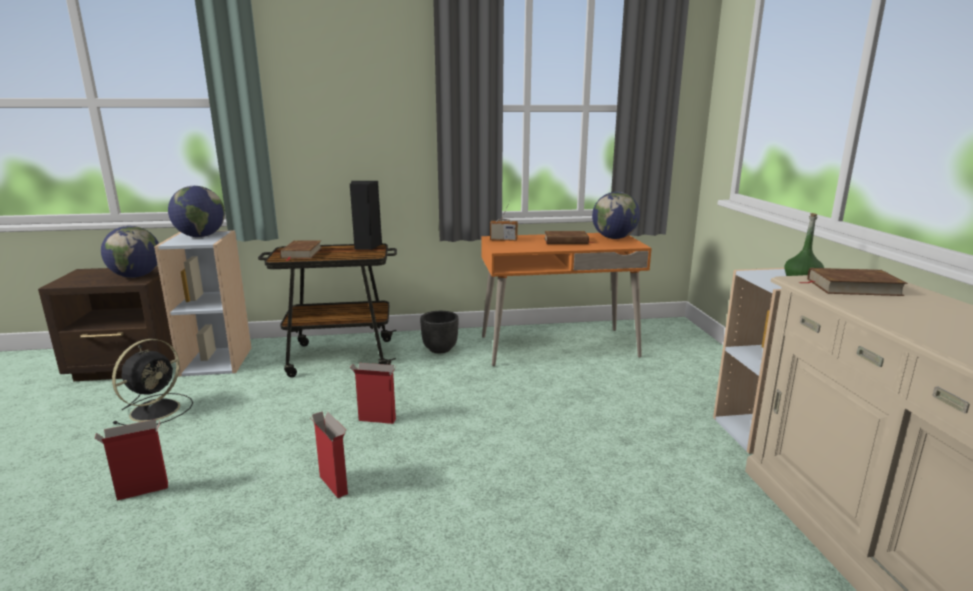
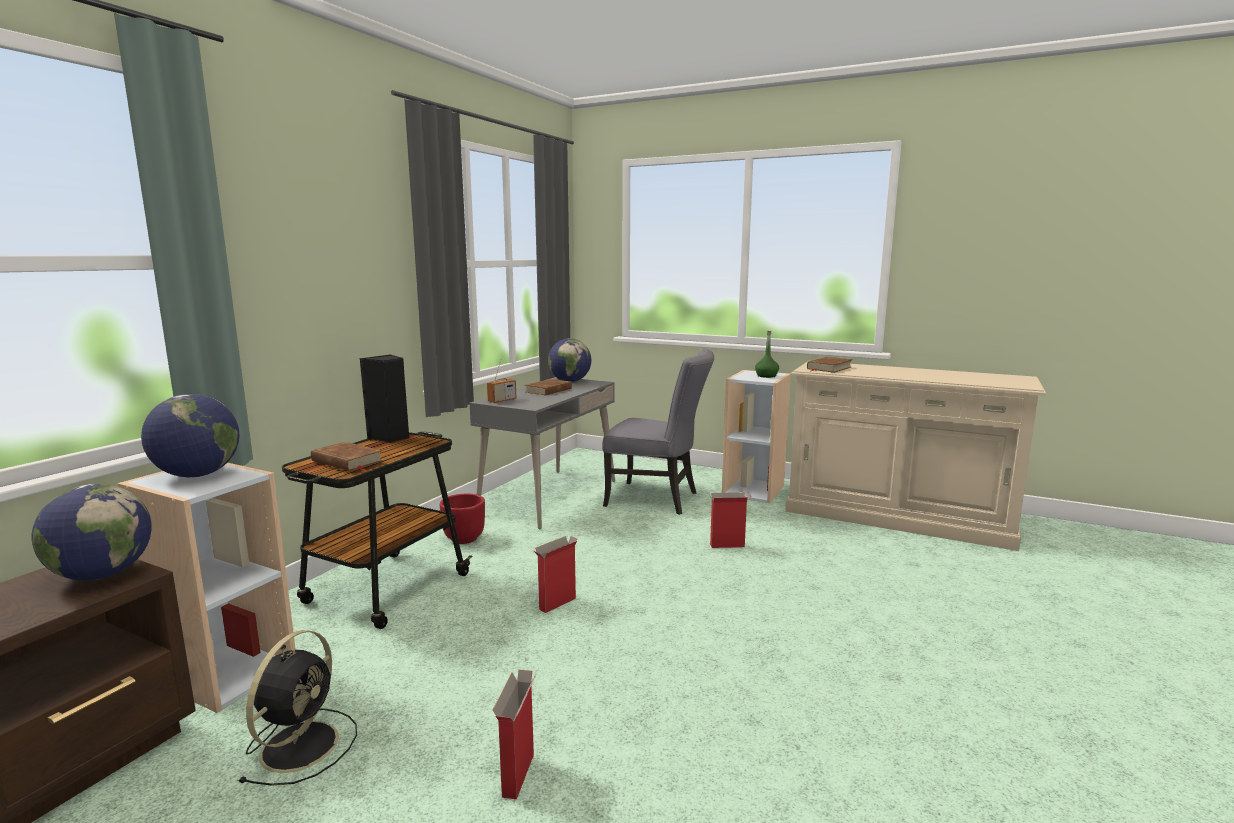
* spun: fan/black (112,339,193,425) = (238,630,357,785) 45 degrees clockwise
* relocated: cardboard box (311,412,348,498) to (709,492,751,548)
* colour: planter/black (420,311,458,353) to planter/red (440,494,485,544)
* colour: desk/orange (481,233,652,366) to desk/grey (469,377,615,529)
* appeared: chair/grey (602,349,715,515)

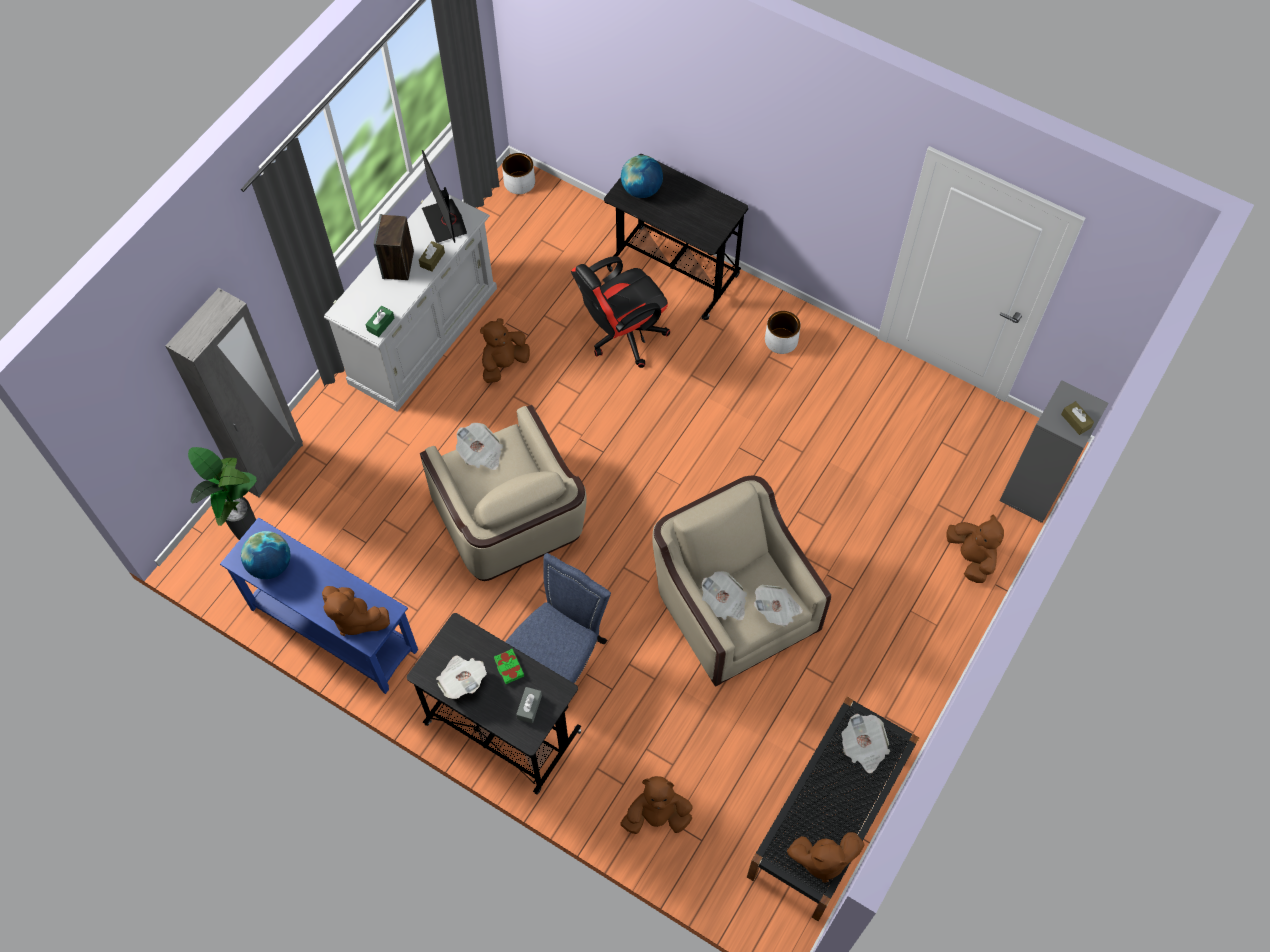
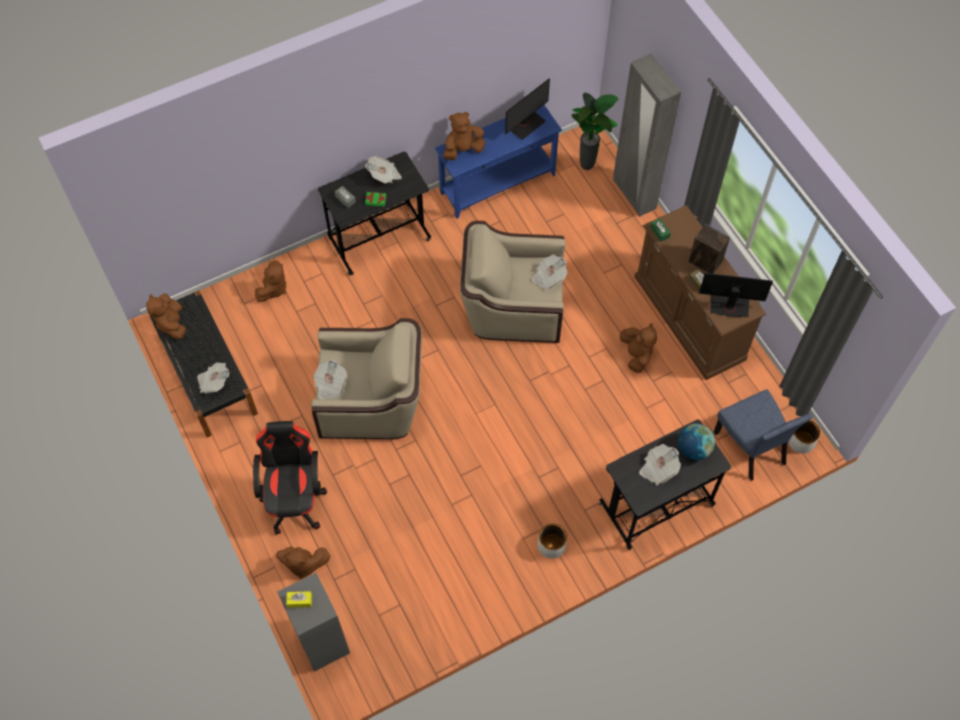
* exchanged: globe (241,531,290,579) to monitor (505,78,550,140)
* colour: dresser/white (324,192,497,412) to dresser/brown (635,205,766,380)
* relocated: chair/blue (505,553,611,710) to (714,389,813,481)
* relocated: office chair/black (571,256,670,368) to (253,421,327,535)
* relocated: newspaper (702,571,747,621) to (639,444,681,486)
* spun: plush toy/brown (787,832,864,883) = (146,294,186,339) 45 degrees counterclockwise
* colour: tissue box/brown (1061,401,1094,435) to tissue box/yellow (286,591,312,608)

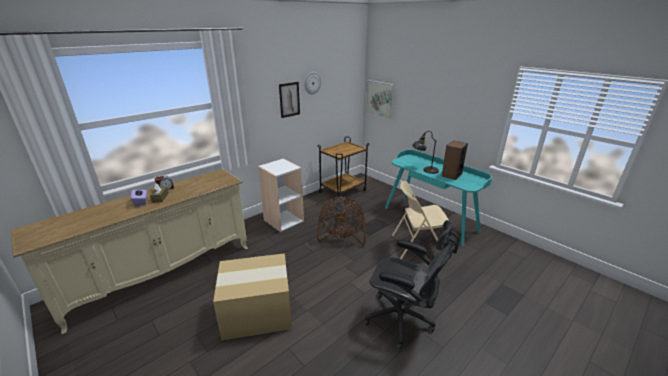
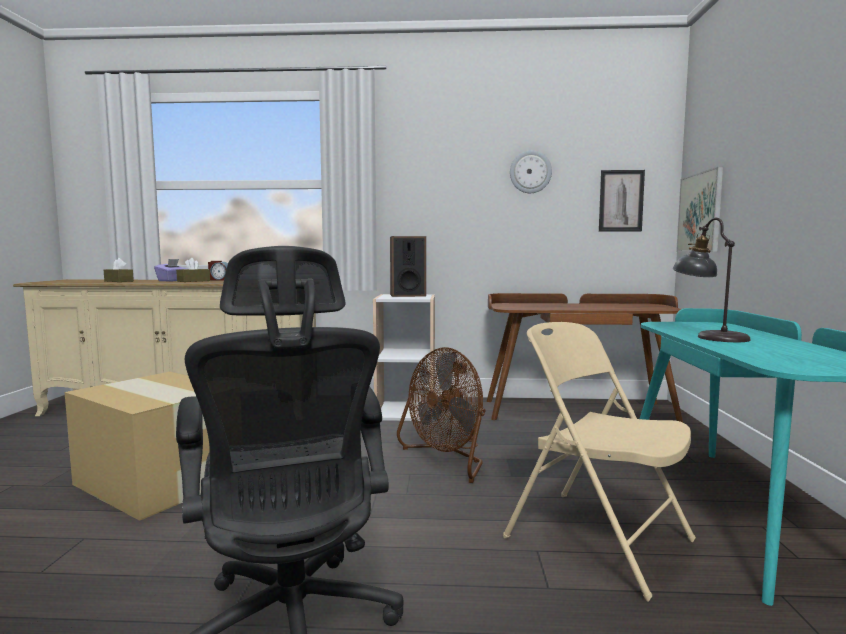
* relocated: picture (279,82,300,118) to (599,170,645,232)
* exchanged: cart/brown (318,137,370,196) to desk/brown (487,293,683,423)
* relocated: speaker (442,140,468,180) to (390,236,426,297)
* appeared: tissue box/brown (104,258,134,282)

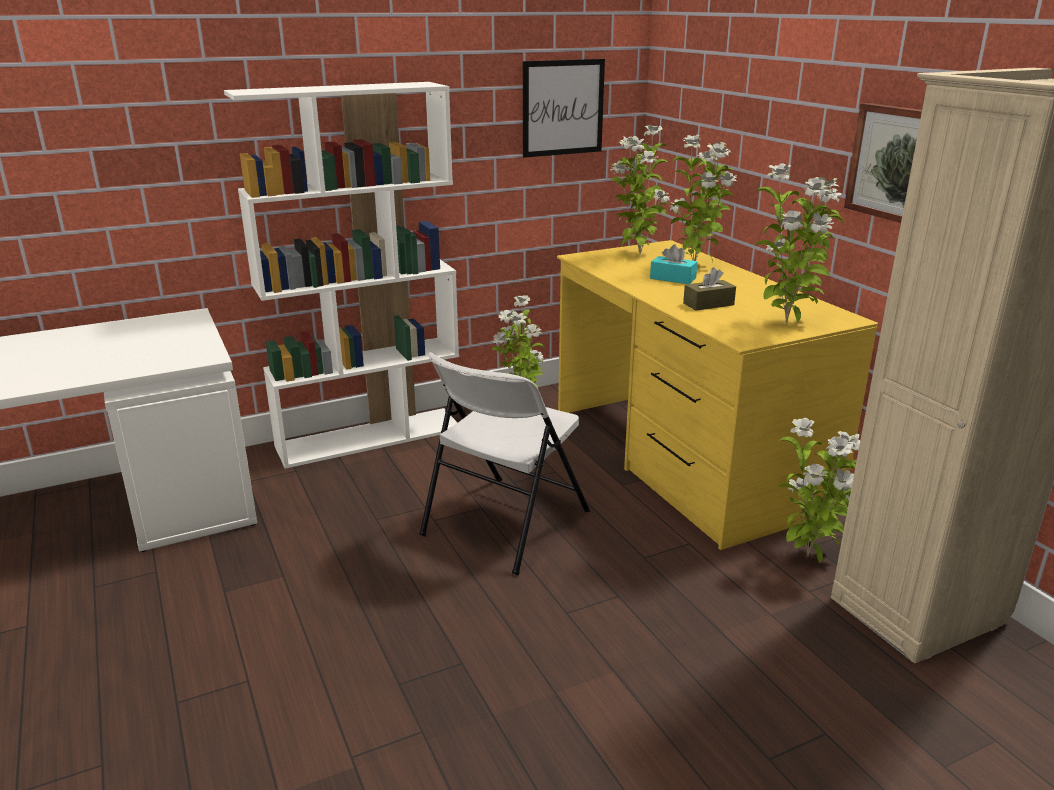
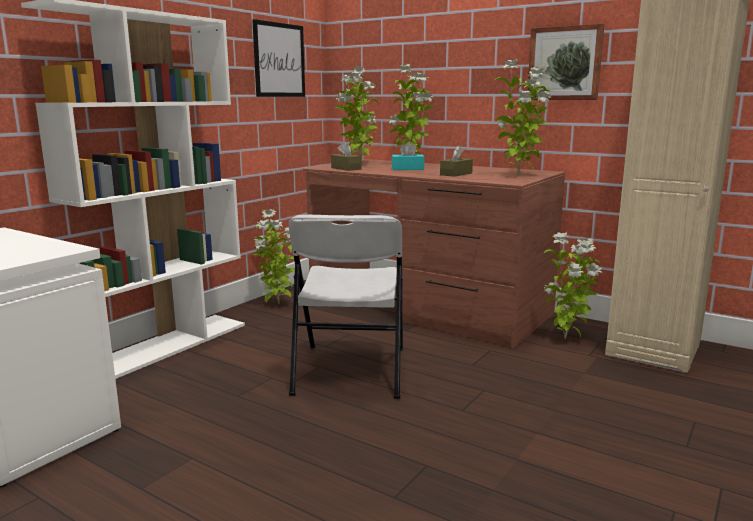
* colour: desk/yellow (557,240,878,550) to desk/brown (303,159,565,349)
* appeared: tissue box/brown (331,142,362,171)

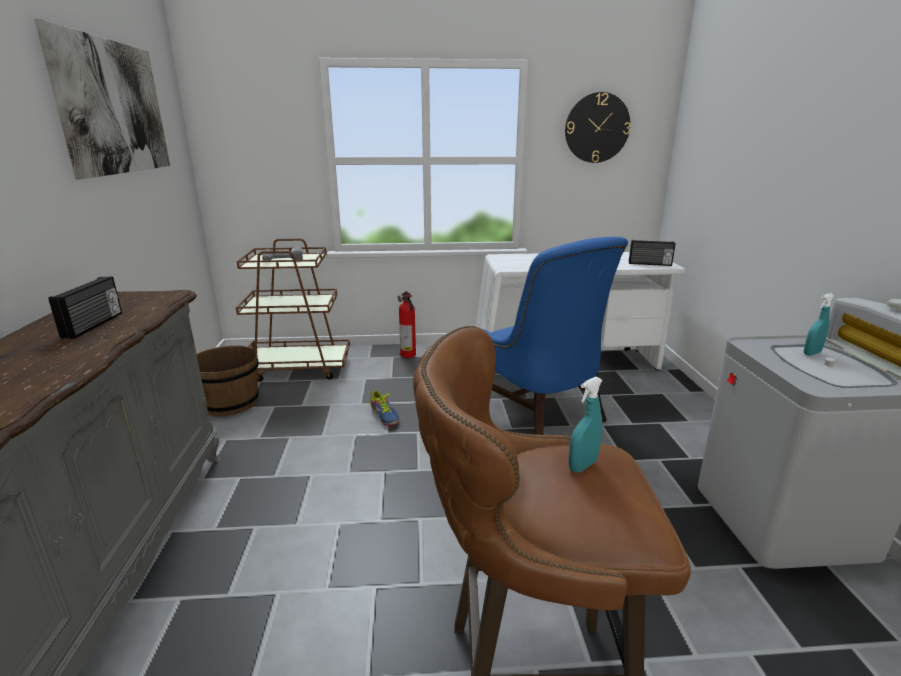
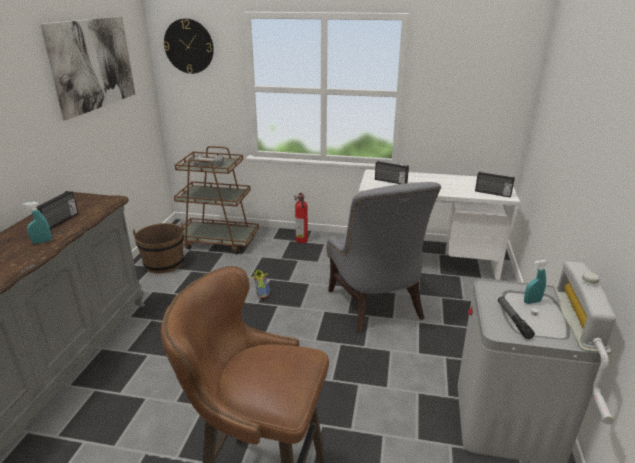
* colour: chair/blue (482,237,628,435) to chair/grey (326,182,441,333)
* relocated: wall clock (565,92,631,163) to (163,19,214,74)
* relocated: spray bottle/turquoise (569,377,603,472) to (22,202,51,244)
* appeared: radio (375,161,409,184)
* appeared: flashlight (498,297,535,339)

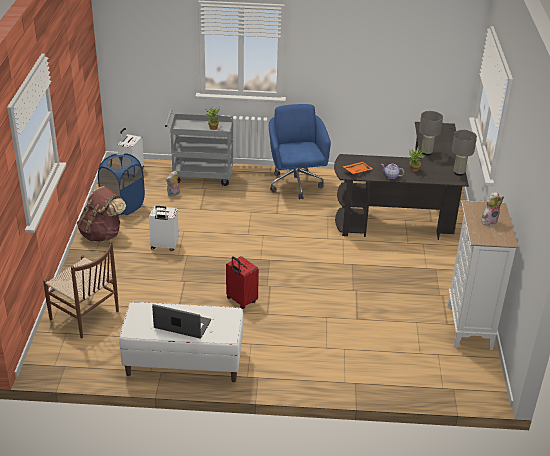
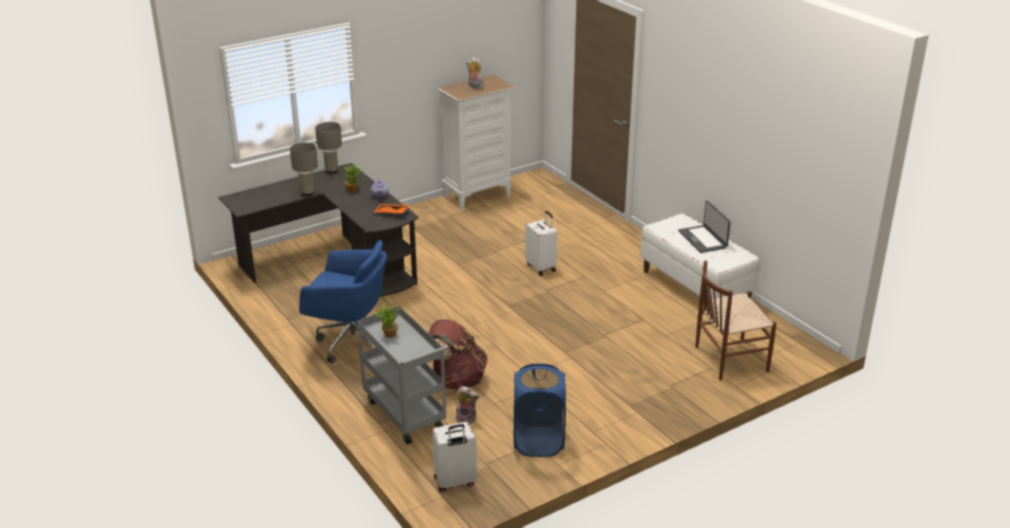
* spun: chair/brown (43,241,119,338) = (695,260,777,380) 105 degrees counterclockwise
* relocated: backpack/brown (77,186,126,242) to (428,318,488,390)
* relocated: suitcase/white (149,206,179,251) to (525,211,557,276)
* missing: suitcase/red (226,256,259,309)
* spun: office chair/blue (269,104,331,199) = (299,240,387,364) 120 degrees counterclockwise

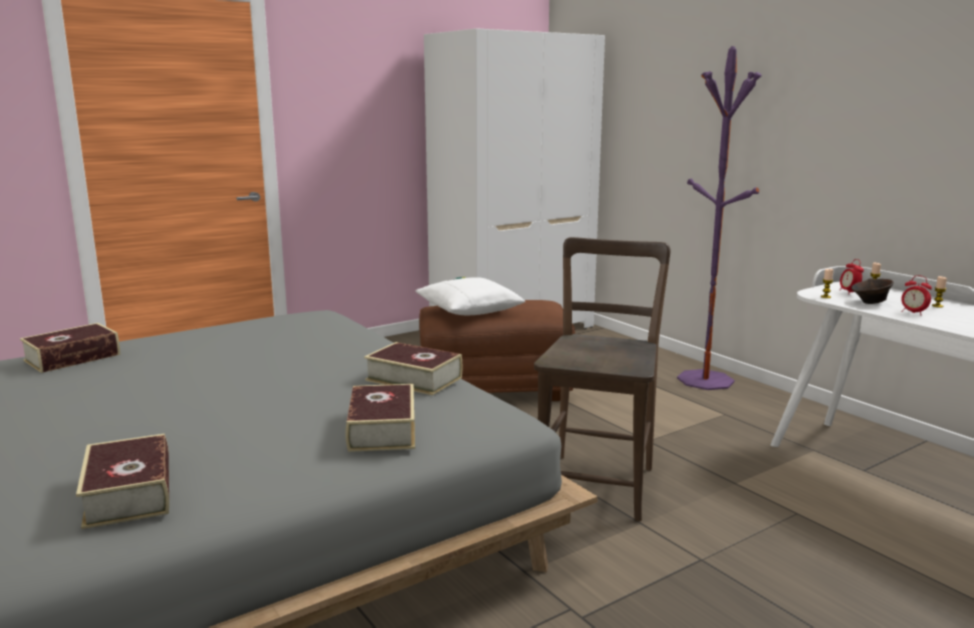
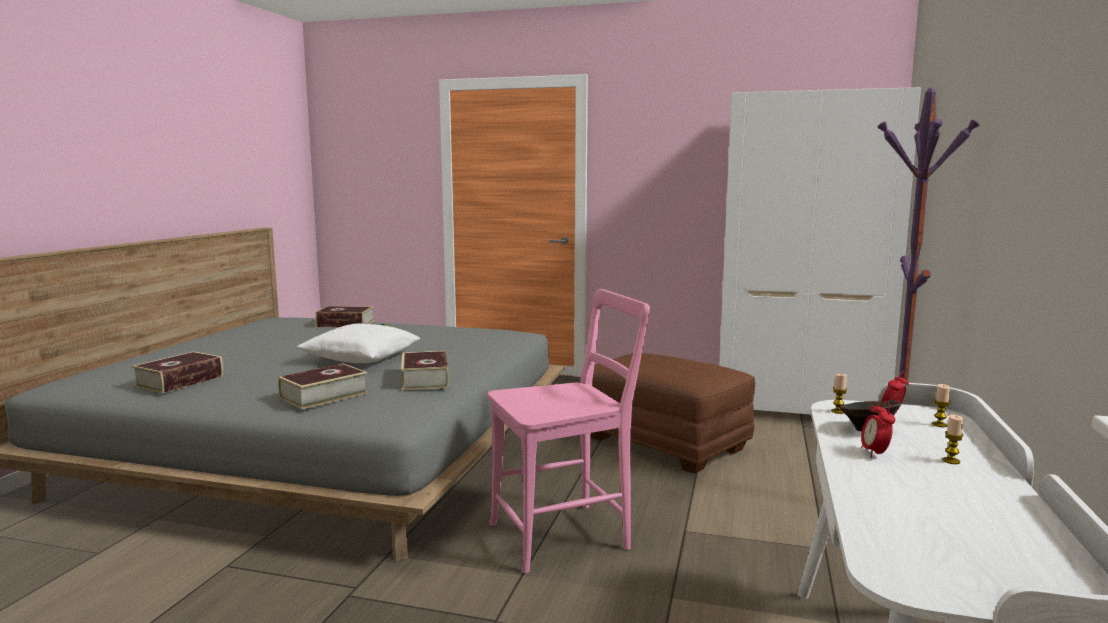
* relocated: pillow/white (415,277,525,315) to (297,323,420,363)
* colour: chair/brown (534,237,670,521) to chair/pink (487,289,650,573)

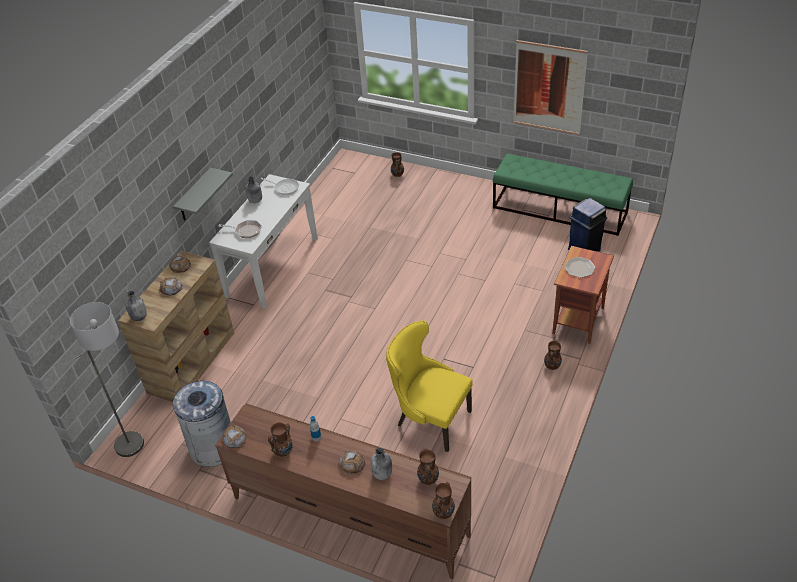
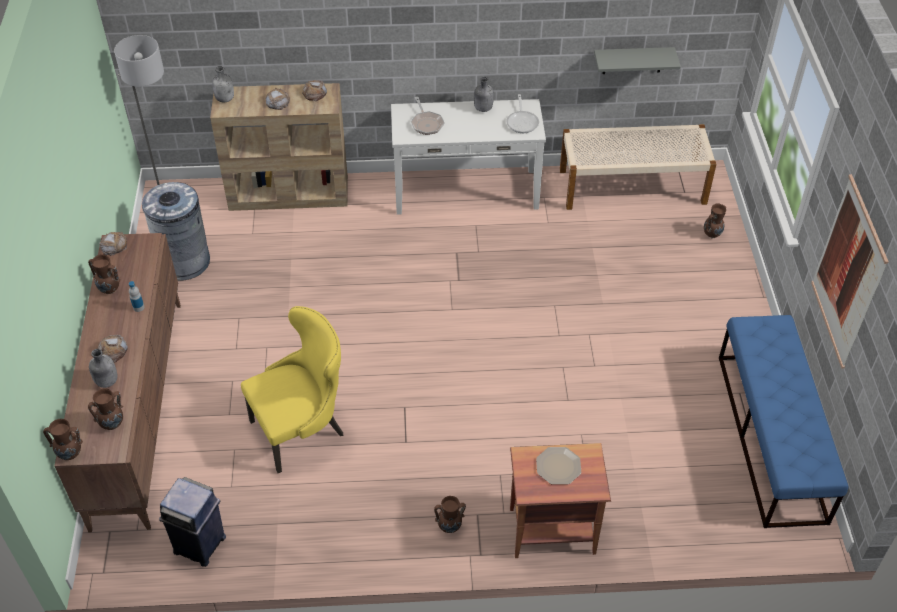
* relocated: shelf/grey (173,168,233,221) to (594,47,681,74)
* spun: chair/yellow (386,321,473,452) = (241,306,343,473) 60 degrees clockwise
* colour: bench/green (493,153,633,236) to bench/blue (719,315,848,528)
* relocated: trash can/blue (568,198,607,252) to (159,477,226,567)
* appeared: bench/beige (560,124,716,210)

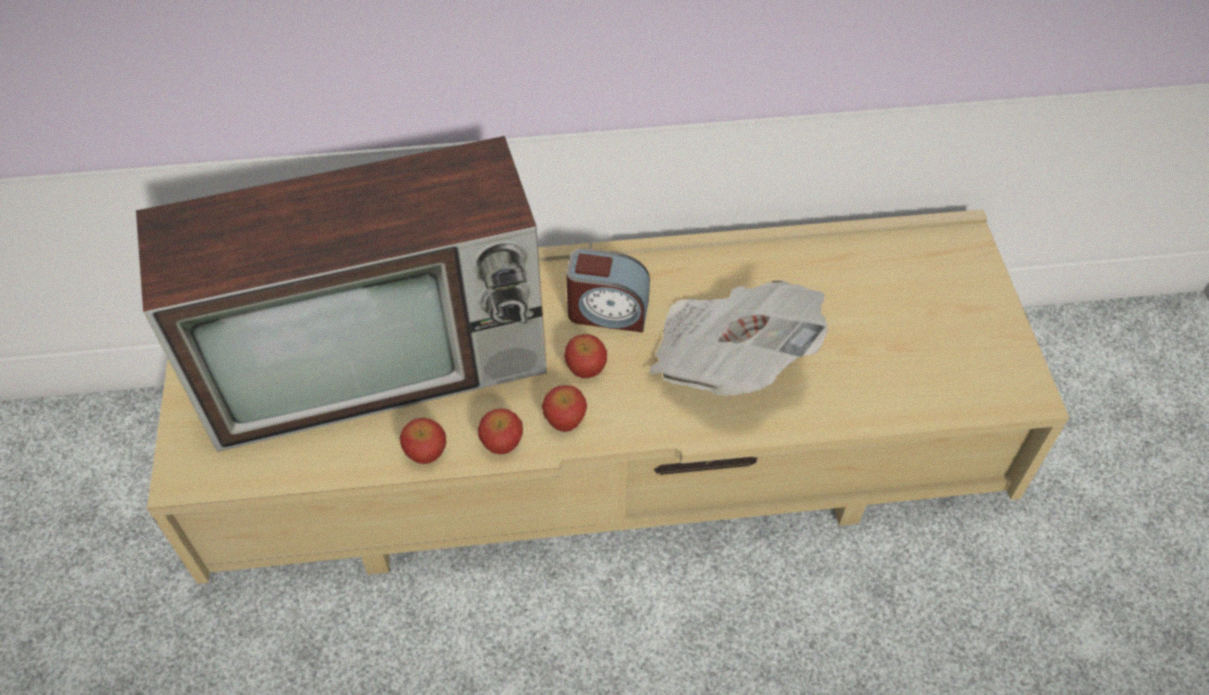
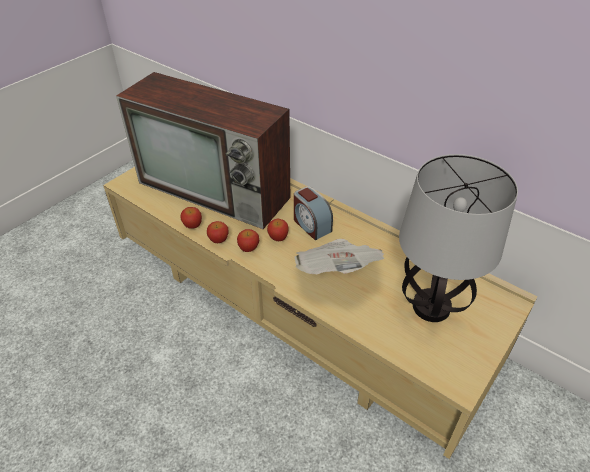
* appeared: table lamp (399,154,518,322)

